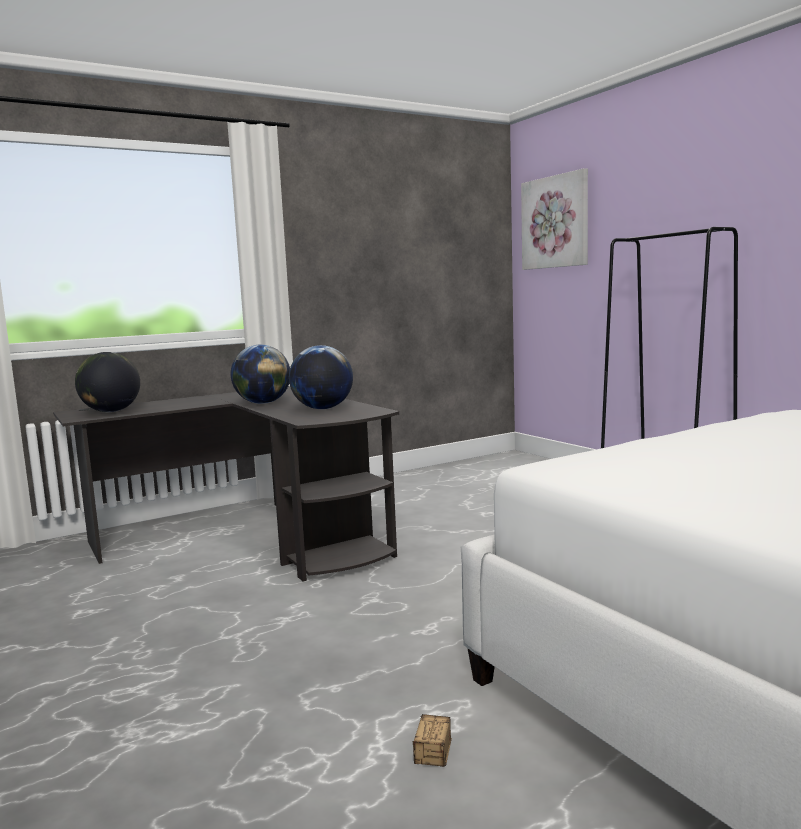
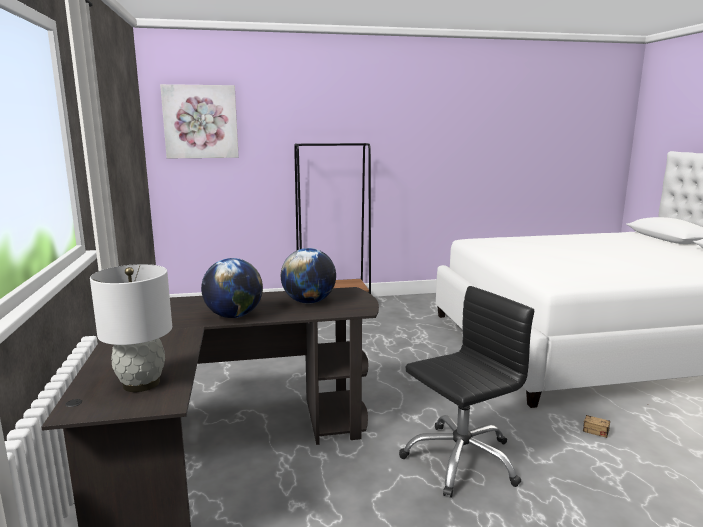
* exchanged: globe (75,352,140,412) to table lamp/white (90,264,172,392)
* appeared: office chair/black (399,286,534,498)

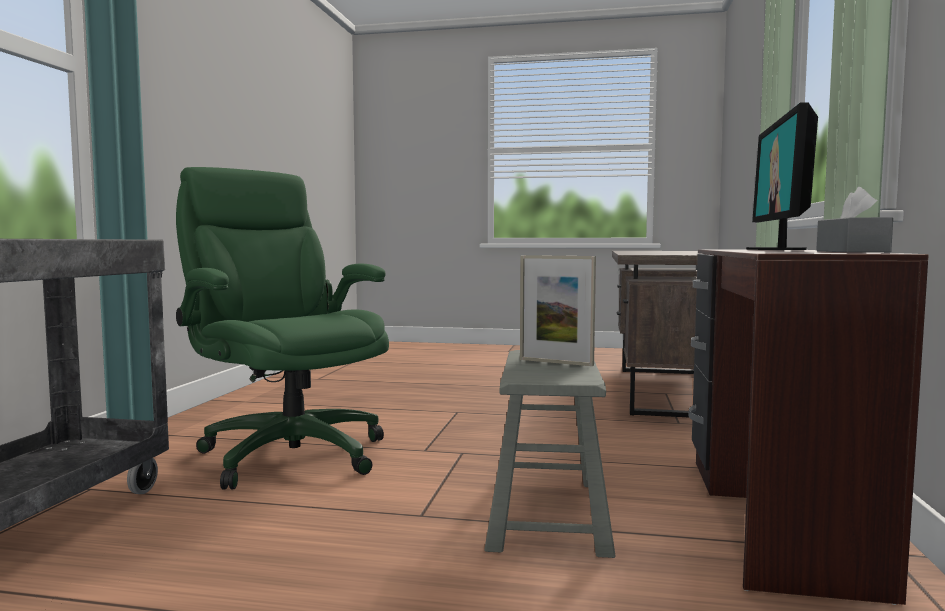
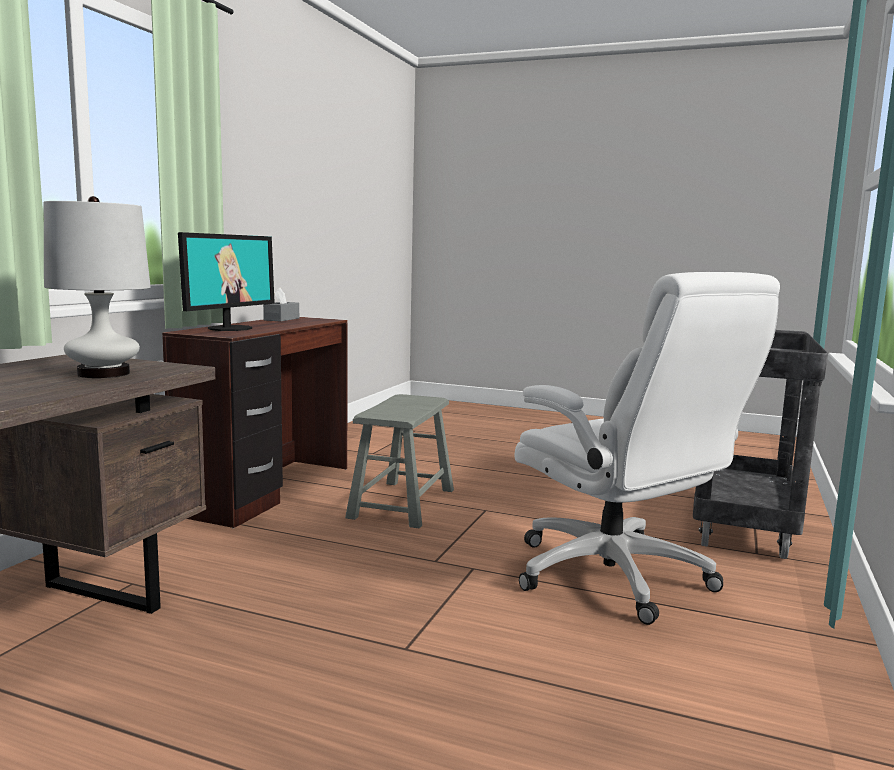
* colour: office chair/green (176,167,389,489) to office chair/white (515,272,780,625)
* missing: picture frame (520,255,596,366)
* appeared: table lamp/white (44,196,151,378)

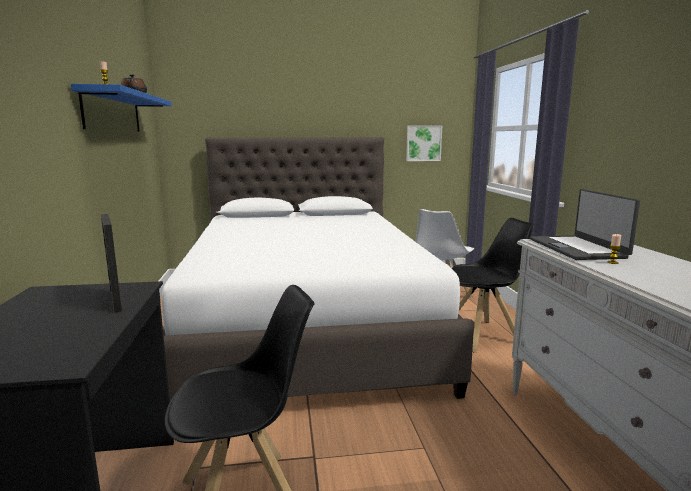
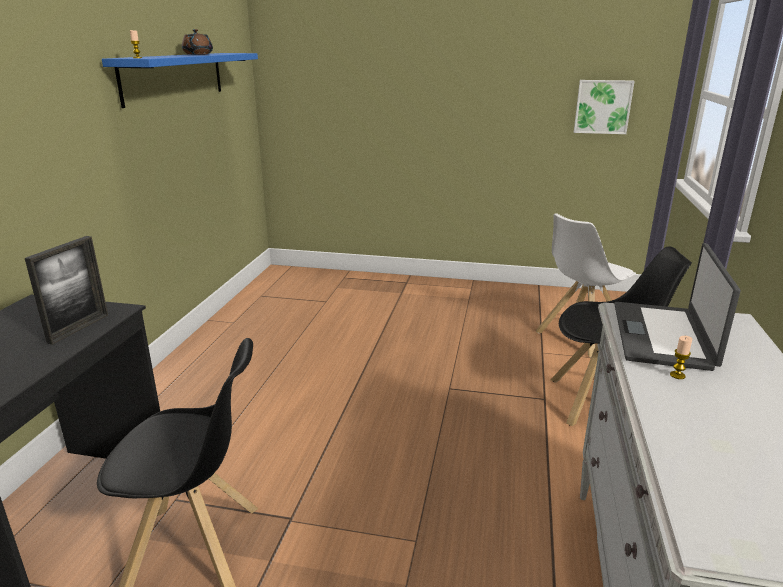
* spun: picture frame (101,214,122,313) = (25,236,108,345) 150 degrees counterclockwise
* missing: bed/white (162,137,475,401)

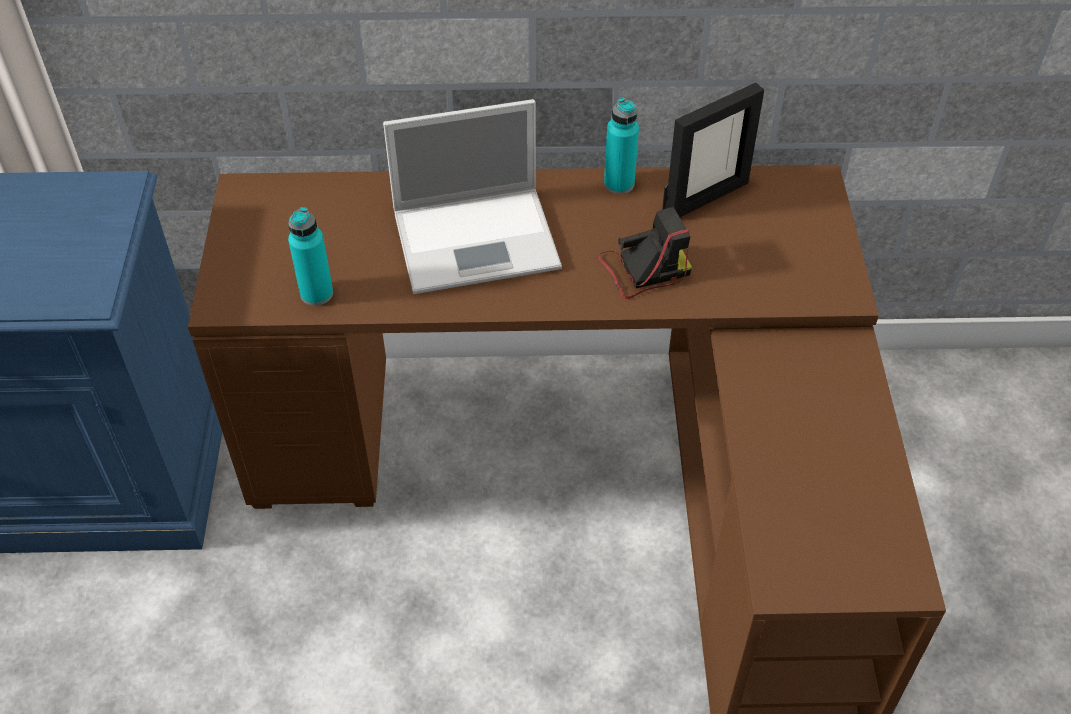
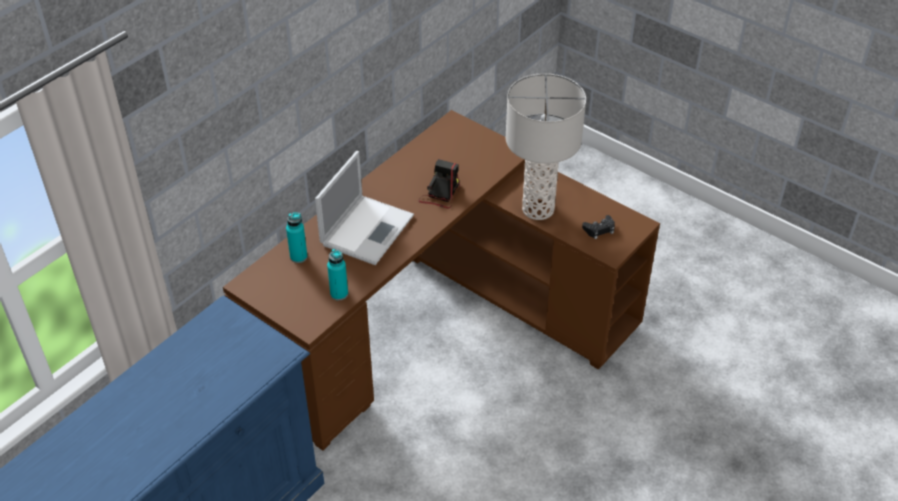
* relocated: bottle/turquoise (604,98,639,194) to (286,213,307,263)
* missing: picture frame (662,83,764,217)
* appeared: table lamp/white (506,73,586,220)
* appeared: game controller/black (582,215,615,239)

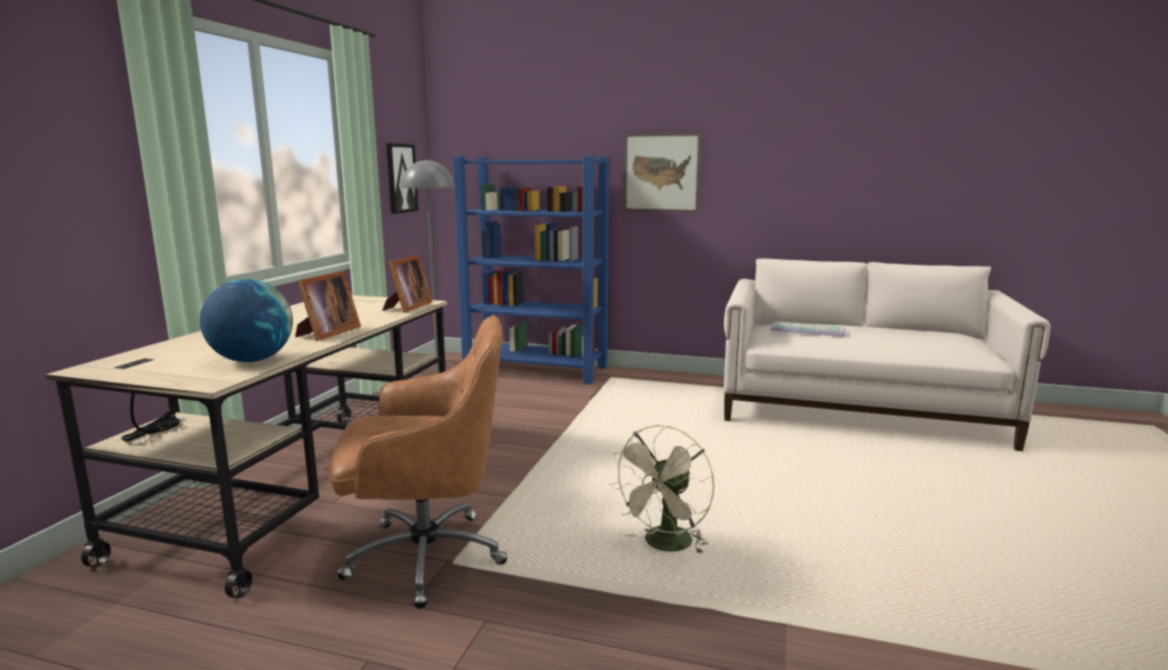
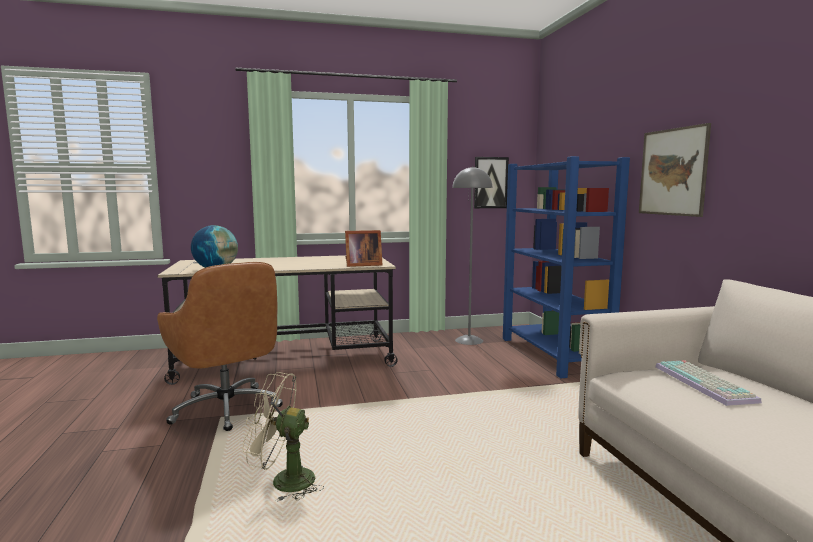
* missing: picture frame (295,271,361,341)

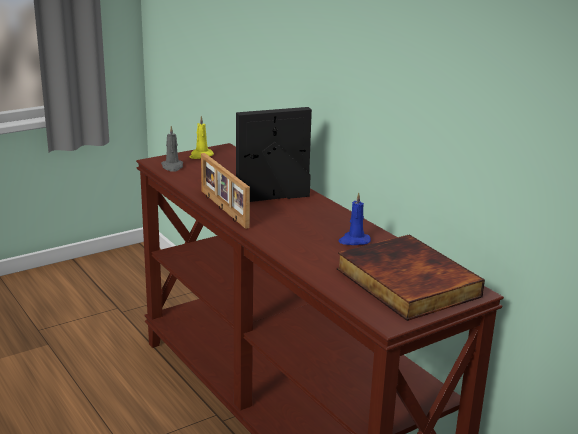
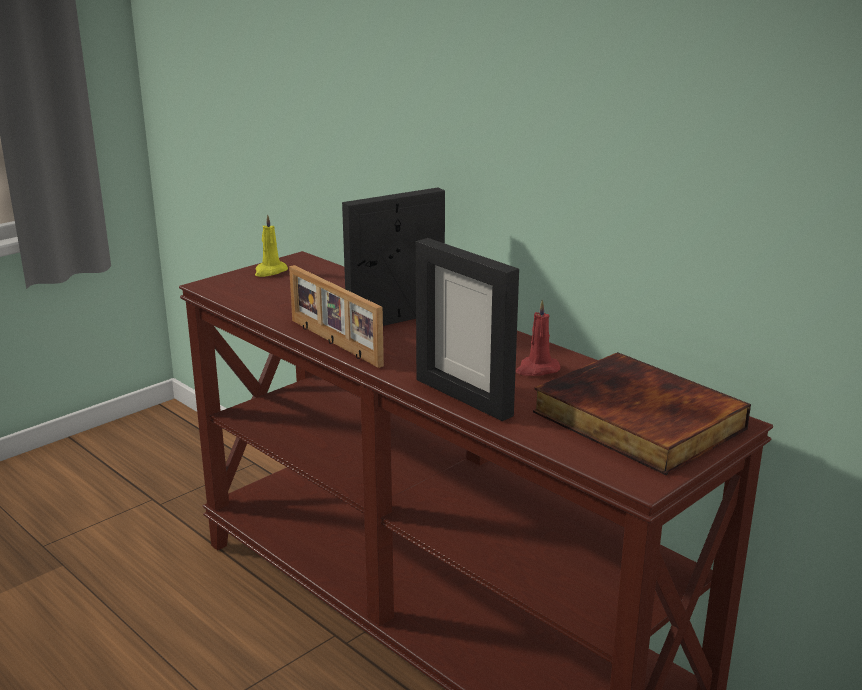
* missing: candle/grey (161,126,183,172)
* colour: candle/blue (338,192,371,245) to candle/red (516,300,560,376)
* appeared: picture frame (416,238,519,421)

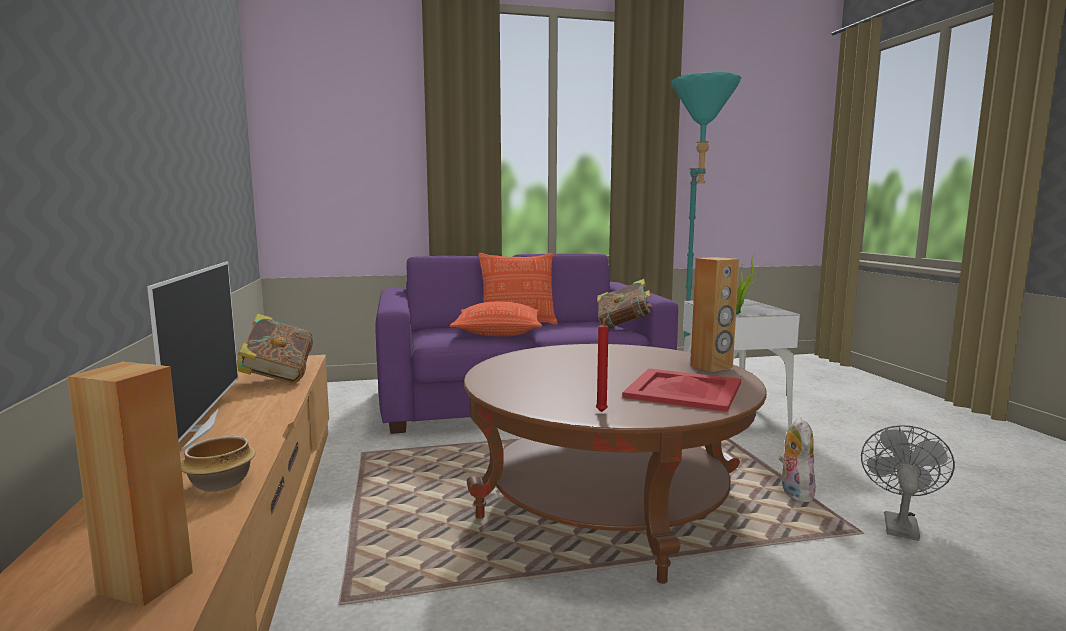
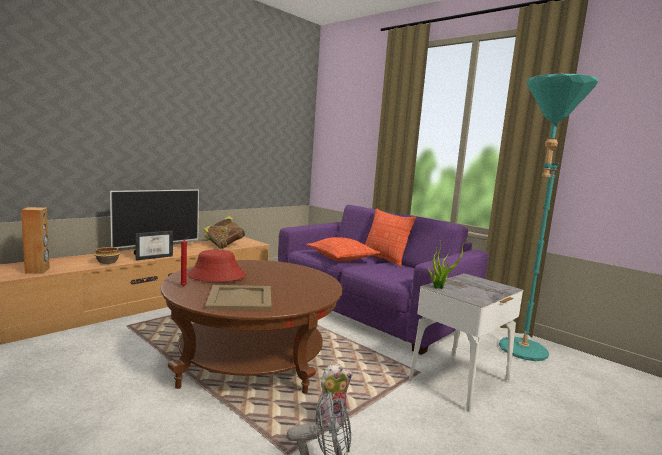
* missing: book (597,279,653,329)
* colour: tray/red (622,368,741,412) to tray/beige (205,285,272,310)
* missing: speaker/brown (691,257,739,372)
* appeared: picture frame (134,231,173,261)
* appeared: hat/red (187,250,246,282)

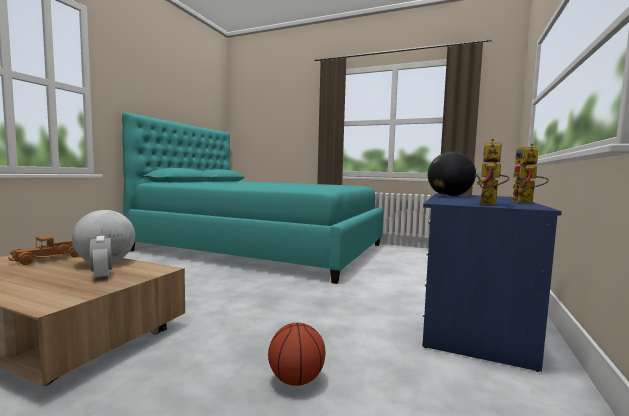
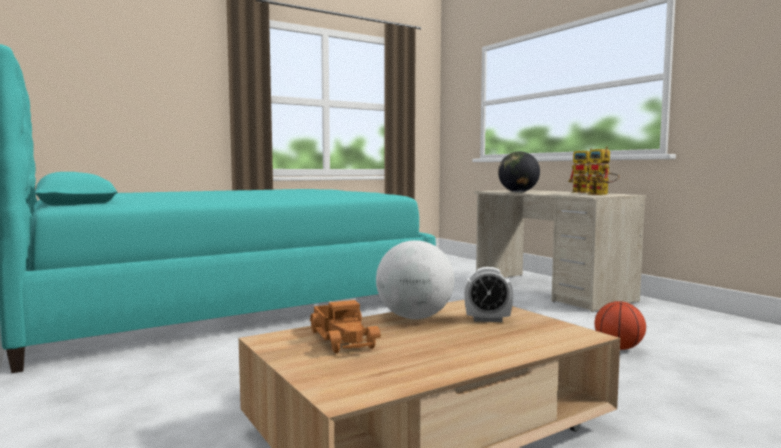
* colour: desk/blue (422,194,562,372) to desk/beige (474,190,646,312)

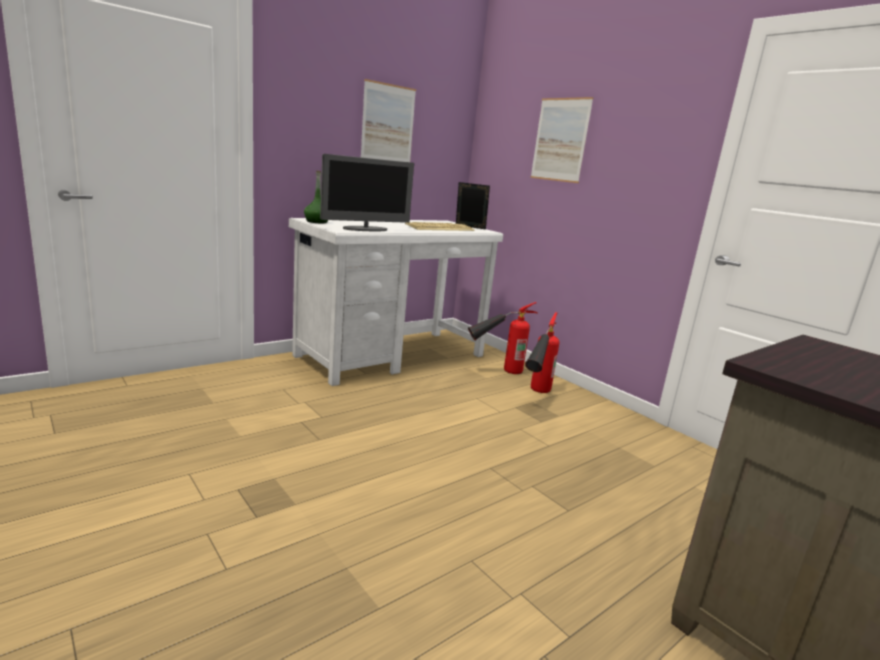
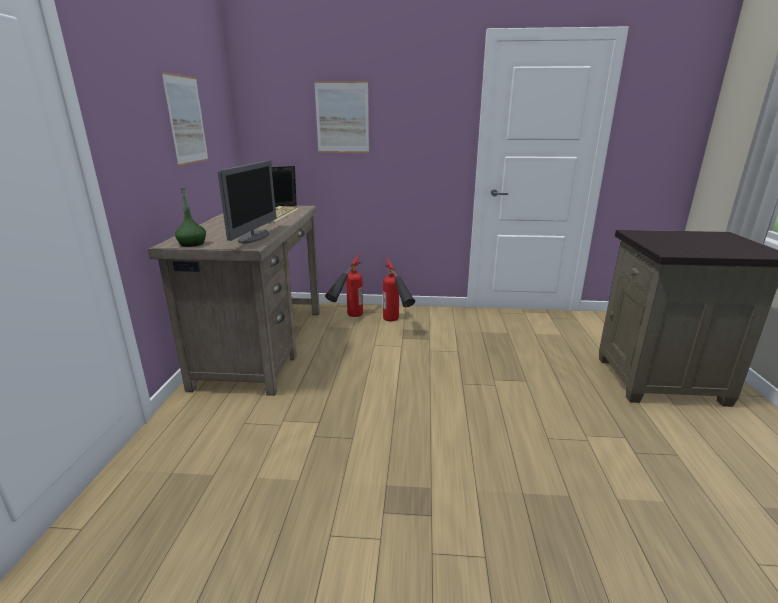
* colour: desk/white (289,218,503,386) to desk/brown (148,205,320,396)

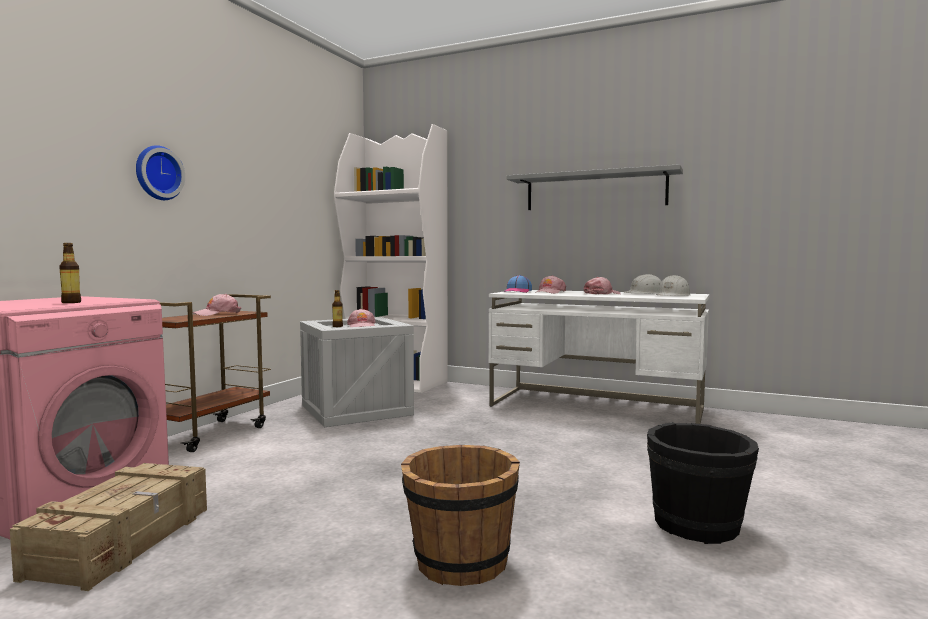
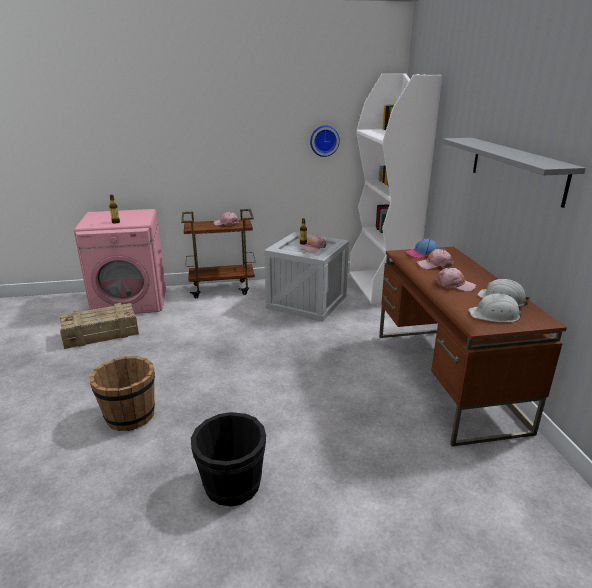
* relocated: wall clock (136,145,185,200) to (310,125,340,157)
* colour: desk/white (489,290,709,424) to desk/brown (379,247,567,447)

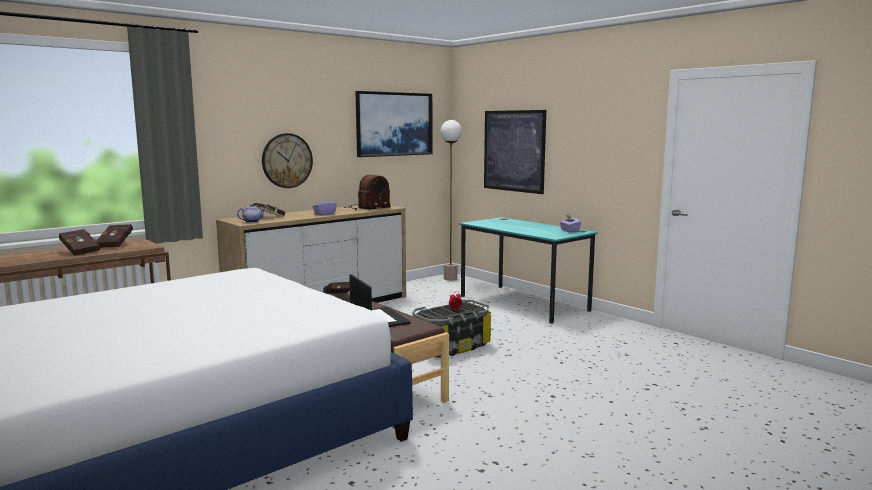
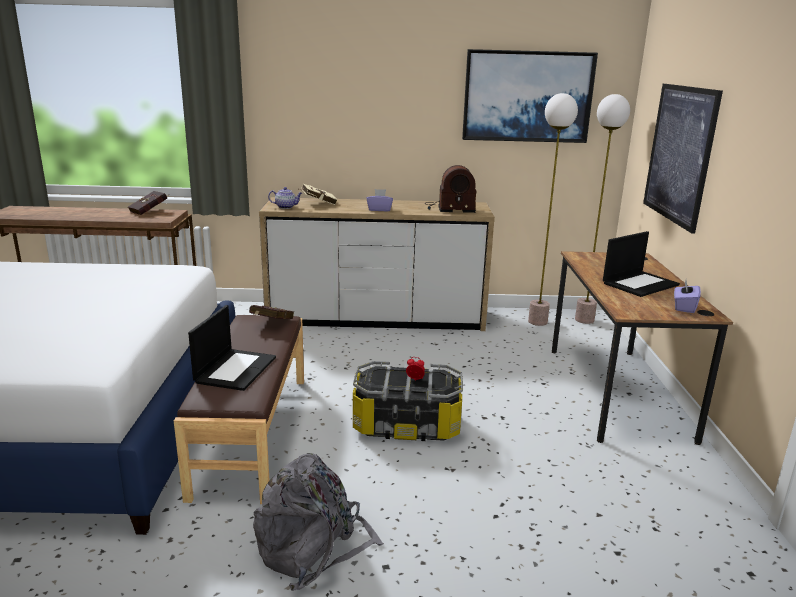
* missing: book/red (59,229,100,256)
* missing: wall clock (262,133,313,188)
* colour: desk/turquoise (459,217,598,324) to desk/brown (552,251,733,445)
* appeared: backpack/grey (253,453,384,591)
* appeared: floor lamp (528,93,578,326)
* appeared: laptop (603,231,680,297)

